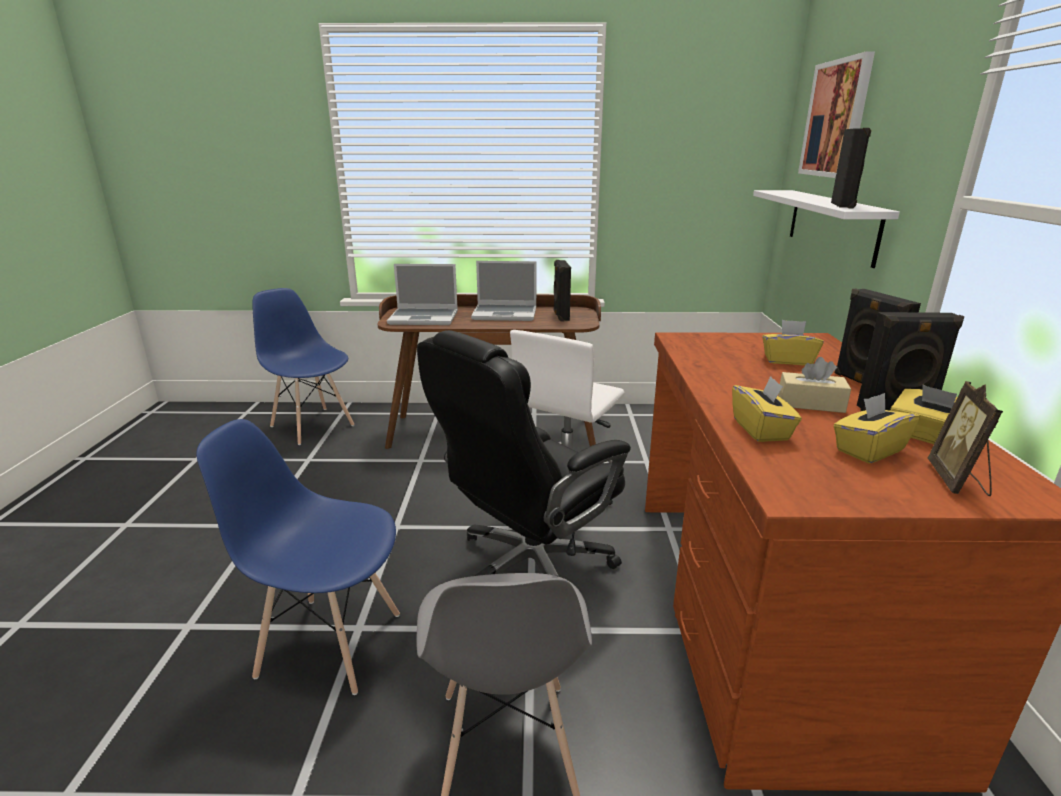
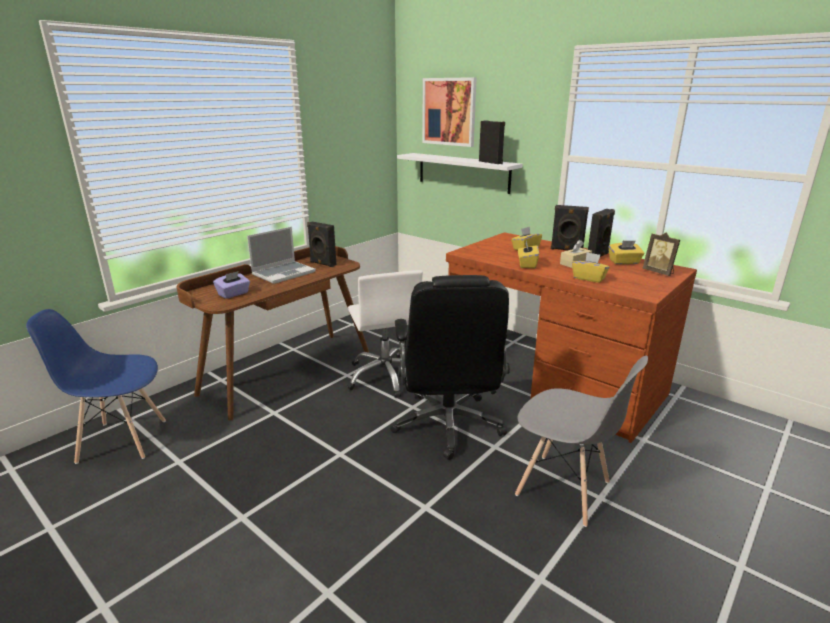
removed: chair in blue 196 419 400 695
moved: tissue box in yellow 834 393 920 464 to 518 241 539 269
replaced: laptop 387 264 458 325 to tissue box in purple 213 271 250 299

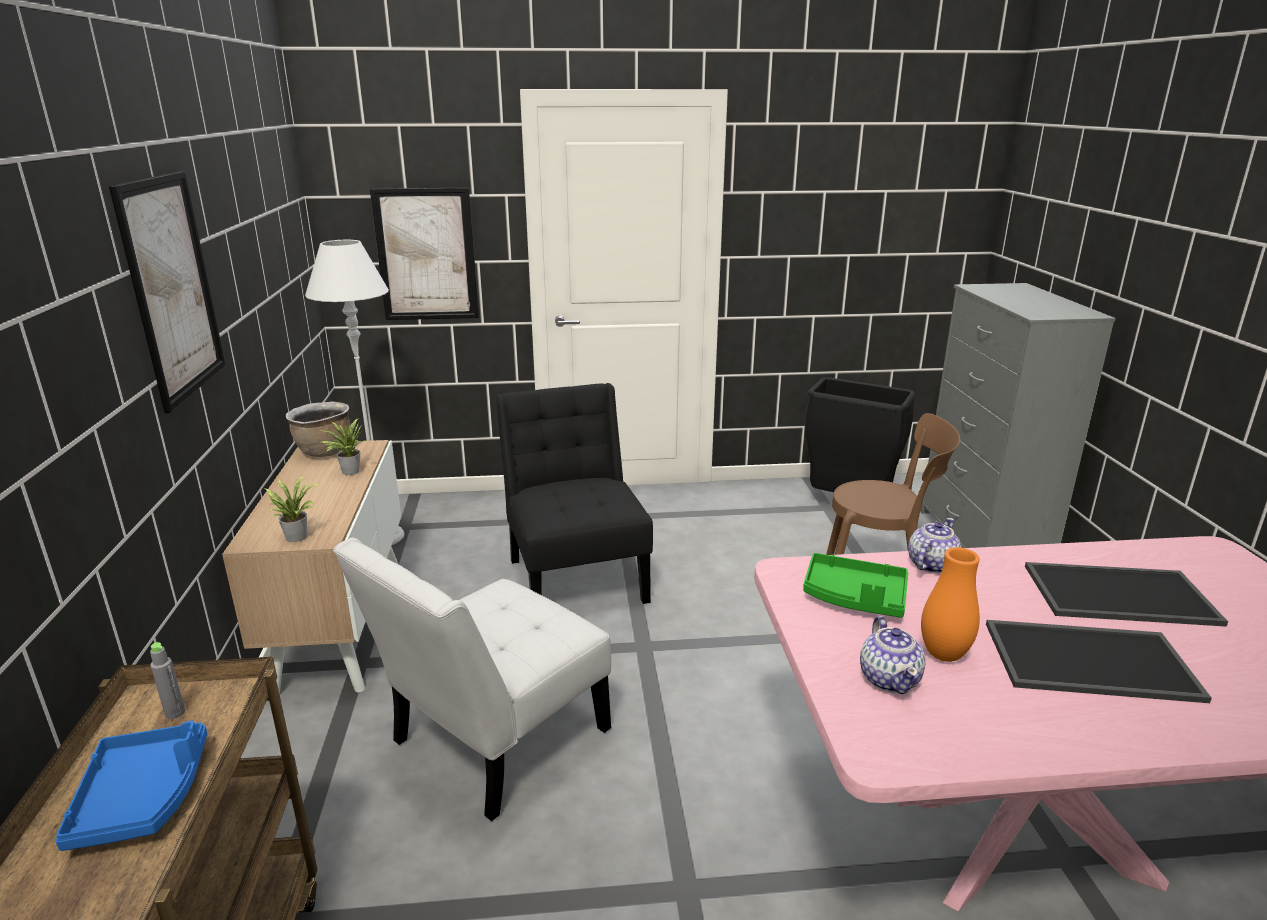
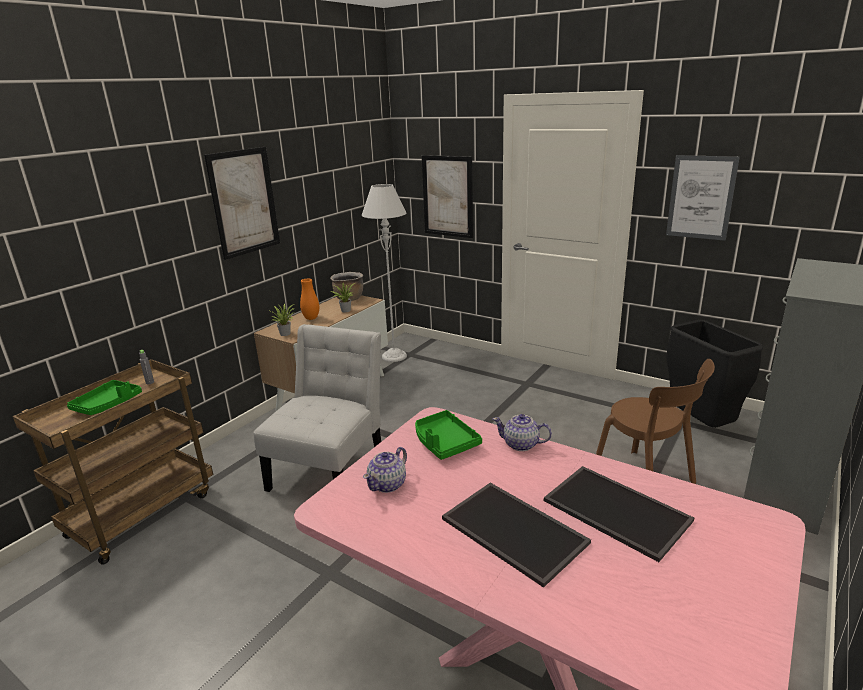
removed: chair in black 496 383 653 604
added: picture 666 155 740 241
moved: vase in orange 921 547 980 662 to 300 279 319 320
recoloured: tray in blue 55 721 207 851 to tray in green 67 380 142 415
turned: chair in white 333 538 611 821 = 253 324 381 492 120 degrees clockwise; teapot 908 518 962 573 = 493 414 552 451 150 degrees counterclockwise

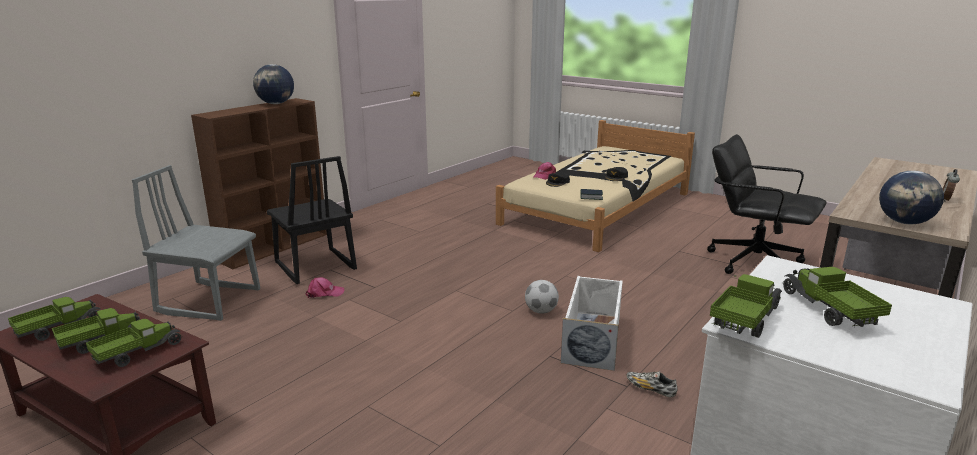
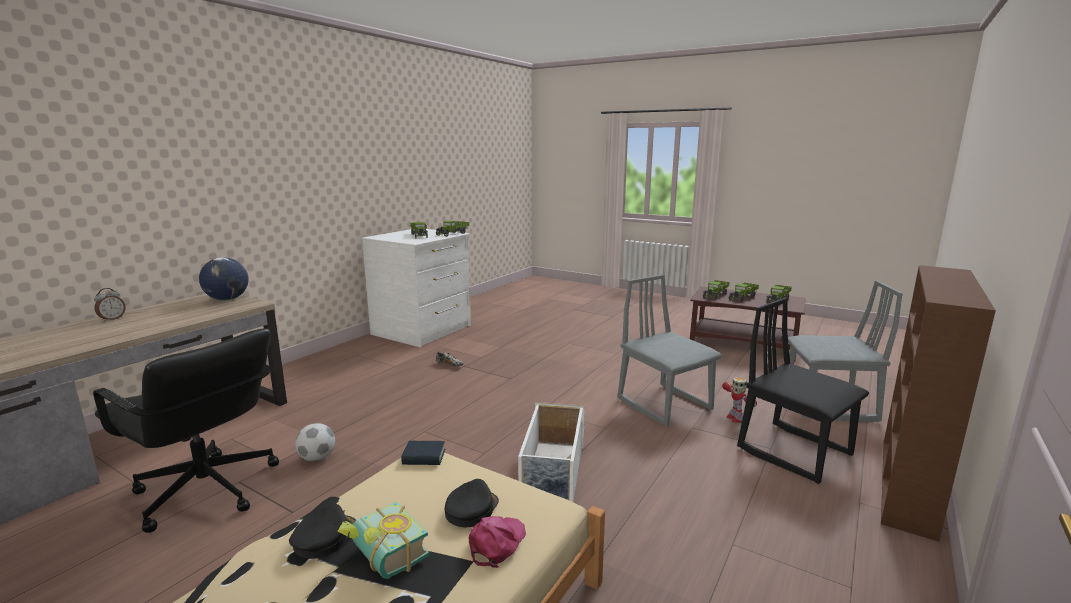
removed: globe 253 64 294 104
added: book 337 502 429 579; chair in grey 617 274 722 427
moved: football 525 280 559 314 to 295 423 335 461; storage box in white 561 276 623 371 to 518 402 585 502
replaced: cap in pink 306 277 345 299 to toy robot 722 377 757 423

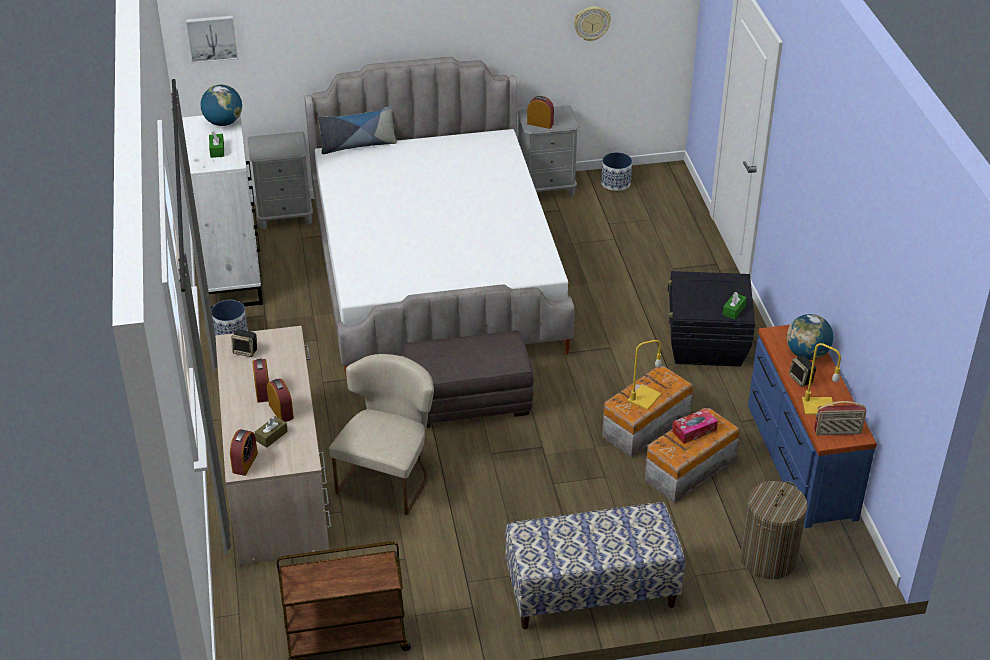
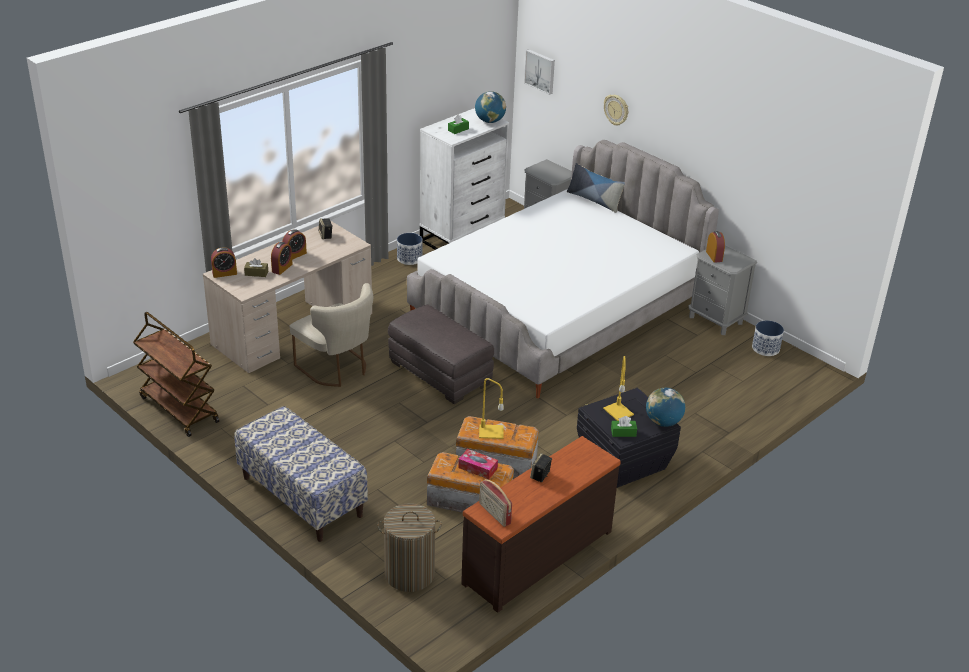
moved: wall clock 574 6 611 42 to 604 95 628 125; globe 787 314 833 360 to 646 388 685 427; table lamp in yellow 802 343 841 415 to 603 356 634 421
recoloured: dresser in blue 748 325 877 528 to dresser in brown 461 436 621 613
turned: chair in beige 329 354 434 515 = 289 283 373 387 60 degrees clockwise

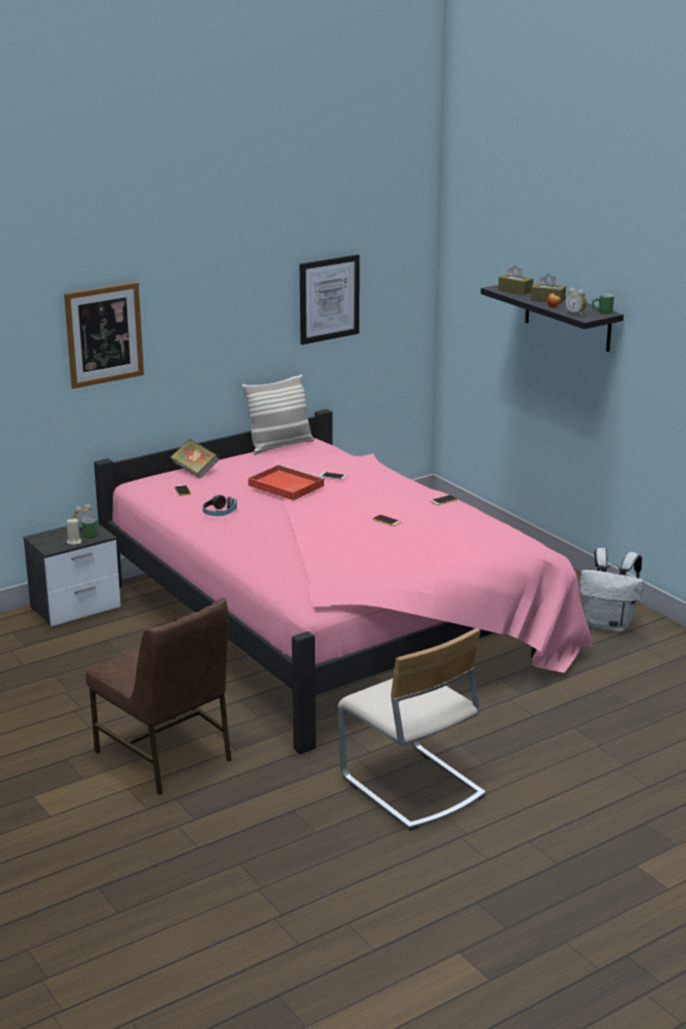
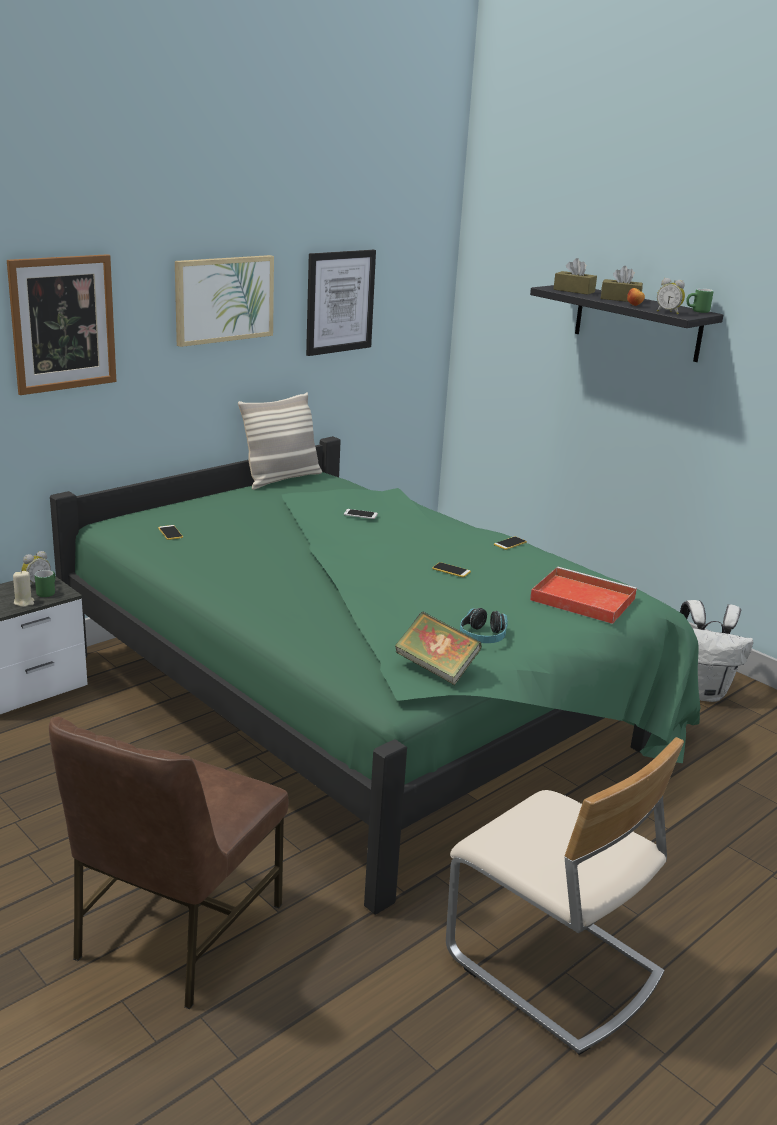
added: picture 175 255 274 347
moved: book 171 439 219 478 to 395 612 482 685; headphones 203 495 237 516 to 460 608 508 643; tray in red 248 464 325 501 to 530 567 637 624
recoloured: bed in pink 94 409 593 754 to bed in green 50 436 700 915
turned: chair in brown 85 598 232 795 = 49 717 288 1009 75 degrees clockwise

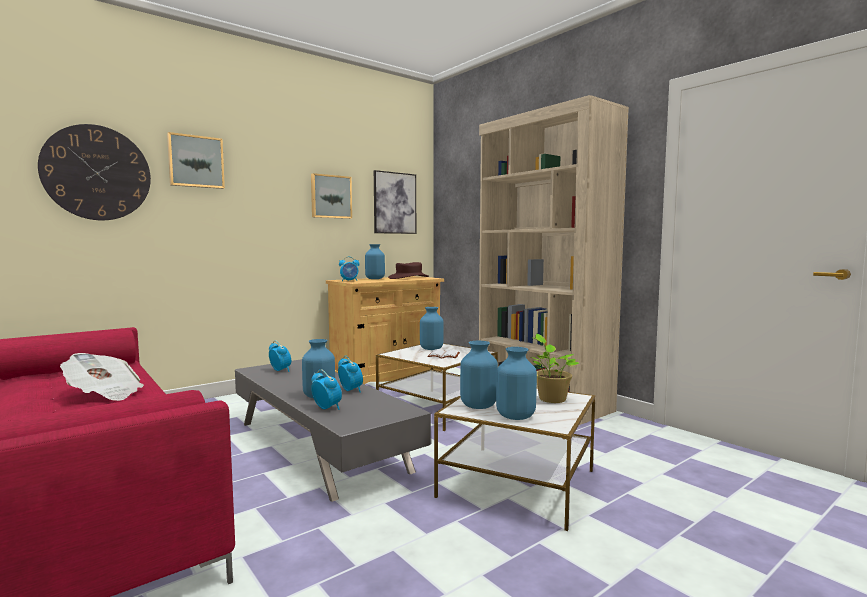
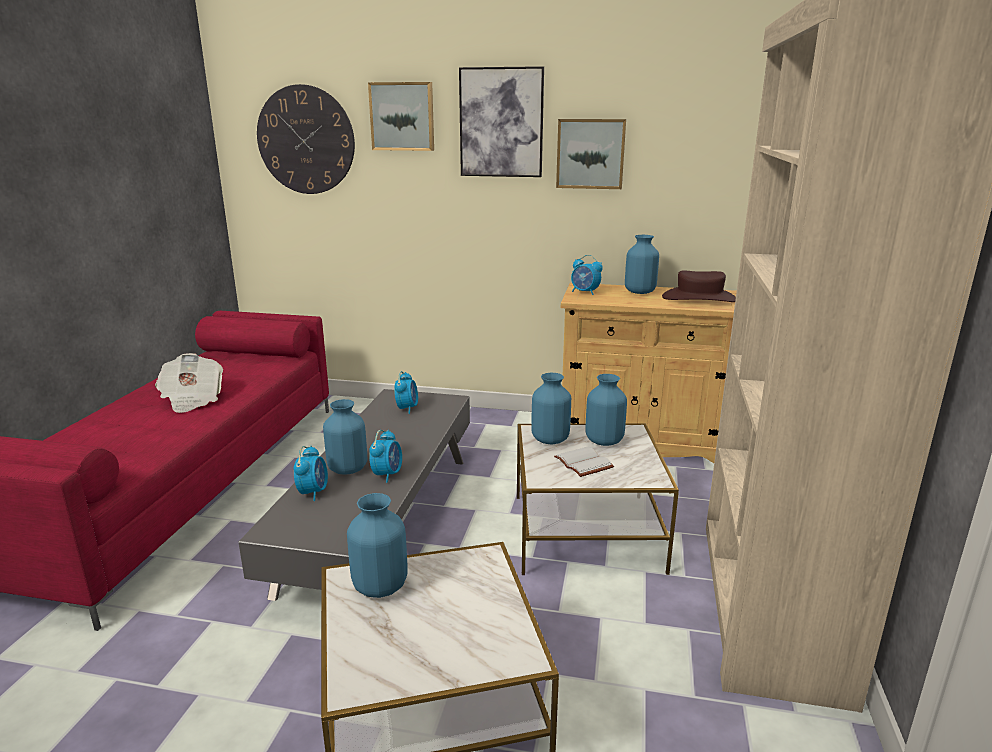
removed: potted plant 531 333 580 403
moved: picture 374 170 416 234 to 459 66 544 177; vase in blue 496 347 537 420 to 531 373 571 444

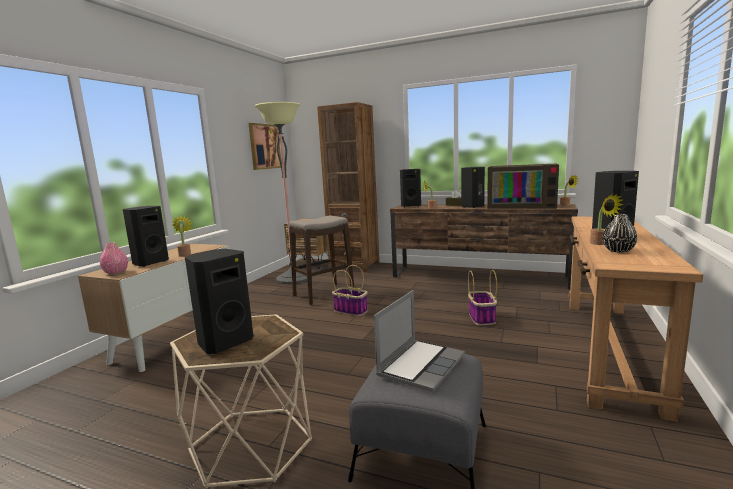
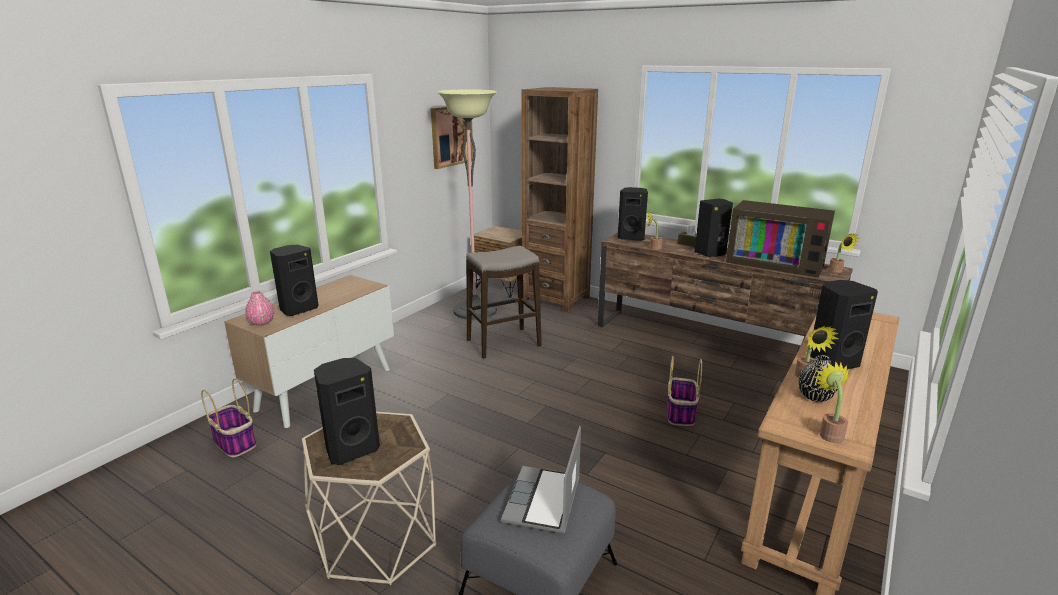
moved: potted plant 172 216 192 257 to 813 361 849 443; basket 332 265 368 316 to 201 379 256 457
turned: laptop 374 290 465 392 = 501 426 581 534 150 degrees clockwise

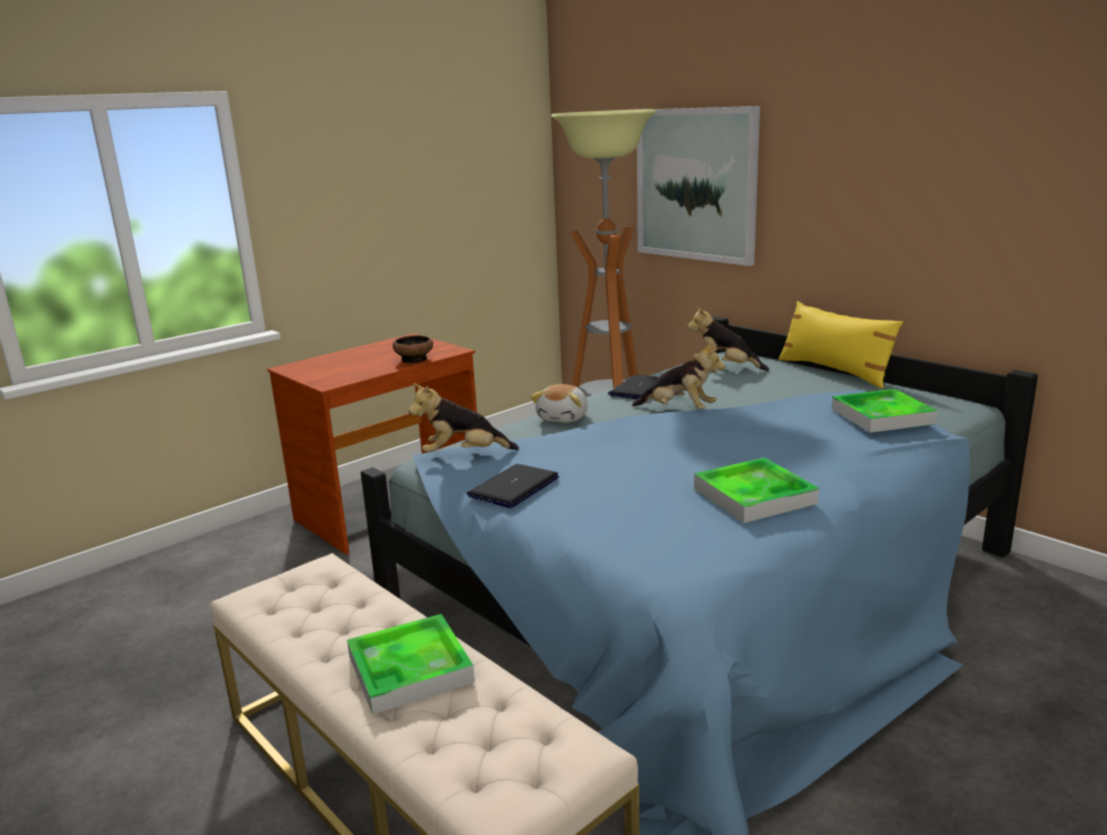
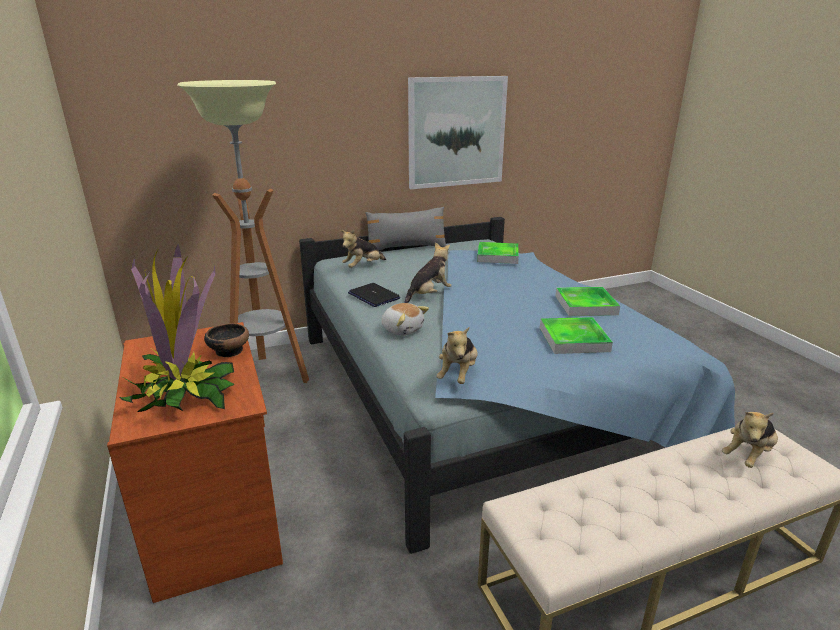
removed: laptop 467 464 559 508
added: potted plant 120 244 234 412; plush toy 722 412 778 468
moved: tray 347 614 475 714 to 540 317 613 354; picture 637 106 760 266 to 408 76 508 189
recoloured: pillow in yellow 778 301 903 389 to pillow in grey 365 207 447 250

